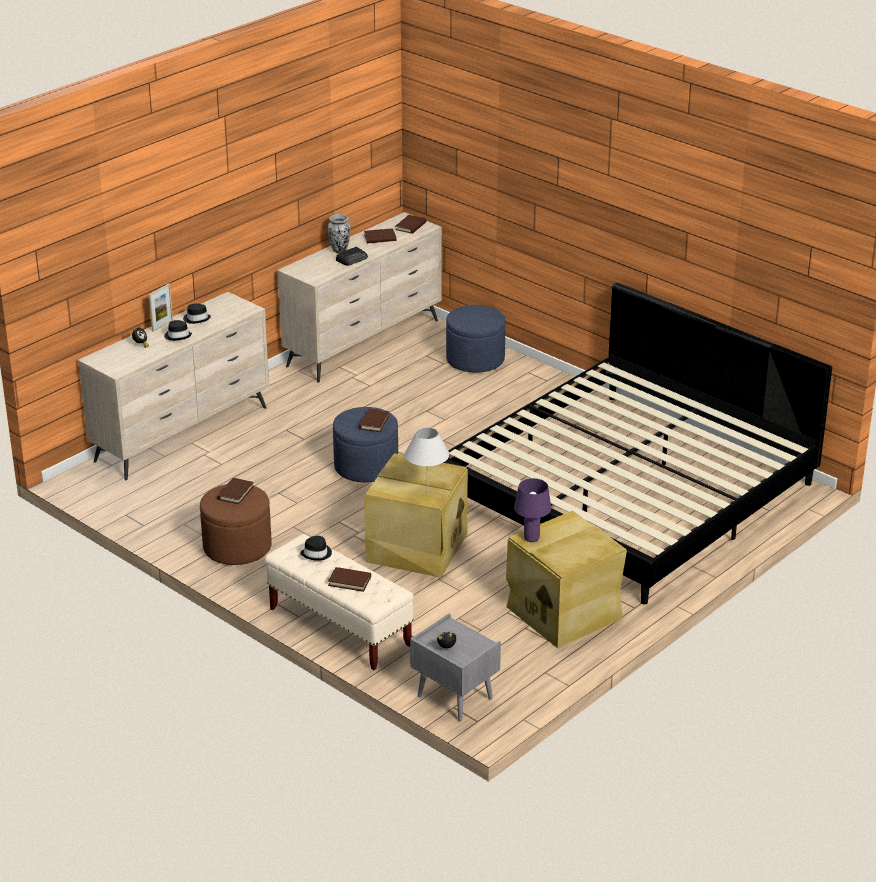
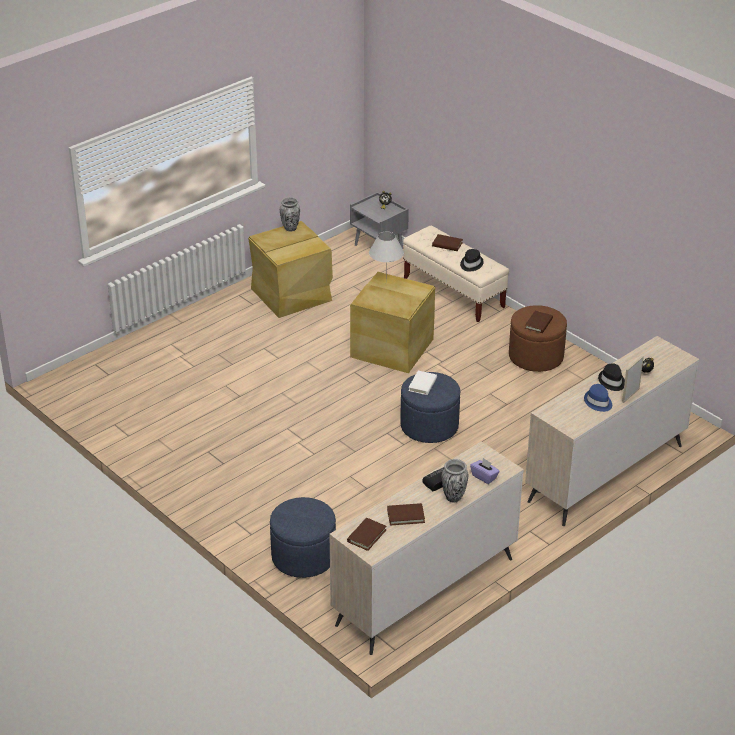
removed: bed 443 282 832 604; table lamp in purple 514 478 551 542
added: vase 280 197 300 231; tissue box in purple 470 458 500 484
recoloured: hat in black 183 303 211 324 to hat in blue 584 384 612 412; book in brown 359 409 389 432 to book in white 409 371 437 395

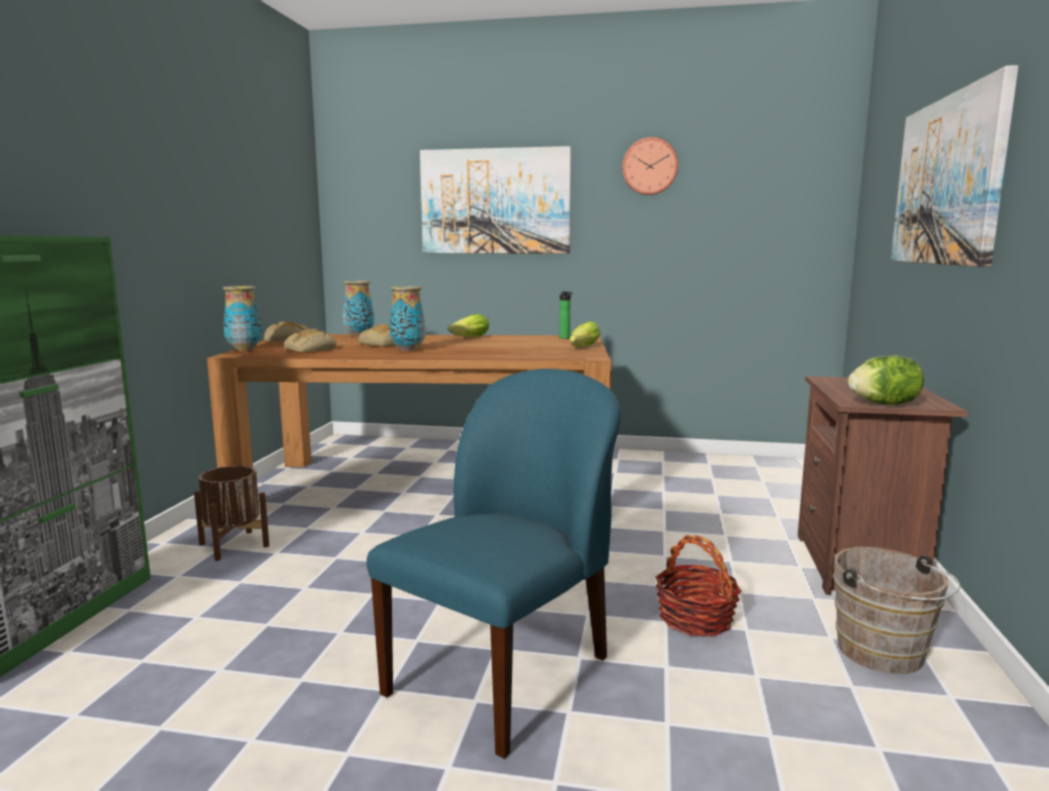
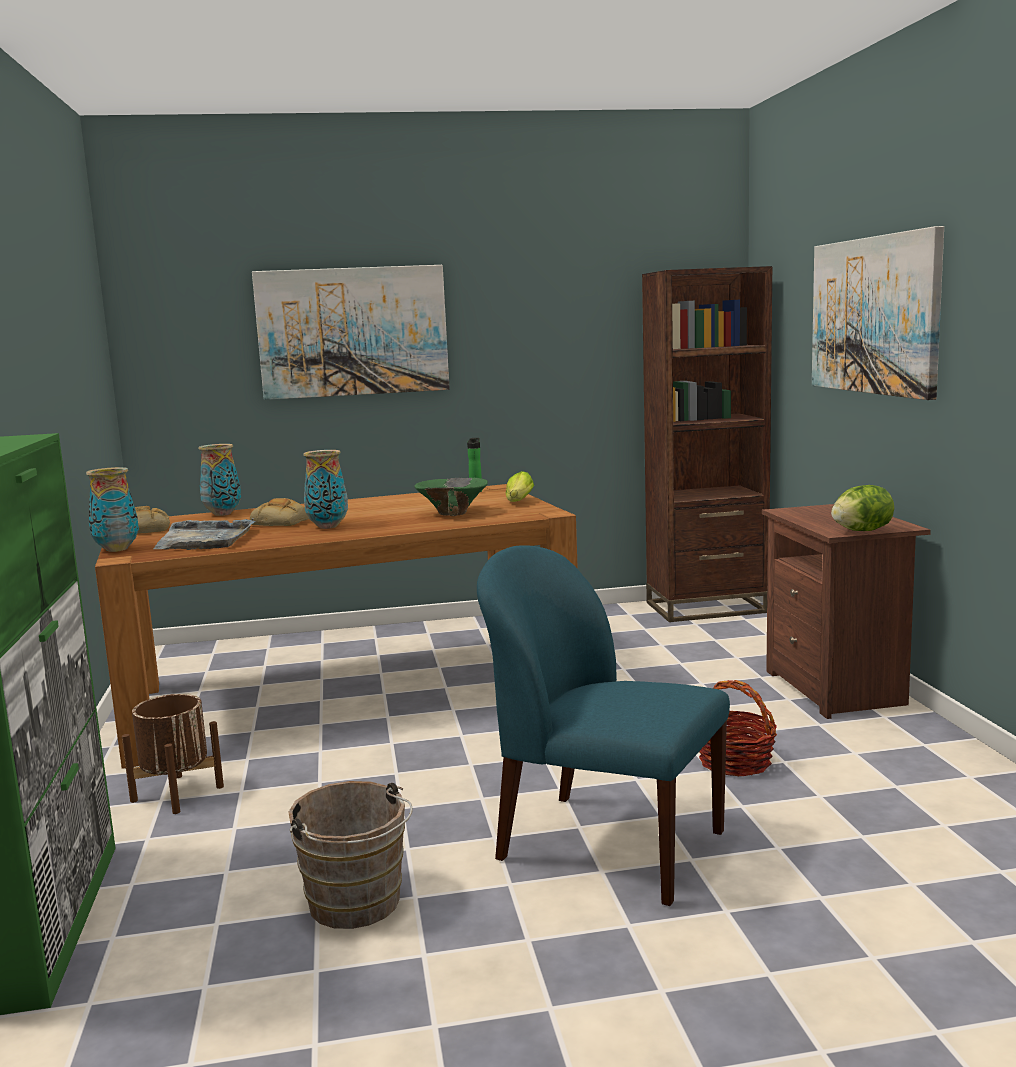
removed: lettuce 449 314 489 337; wall clock 622 137 678 195
added: bowl in green 415 478 488 516; bookcase in brown 642 266 772 622
moved: bucket in brown 833 547 961 674 to 288 781 413 929
replaced: bread 284 329 337 352 to tray in grey 153 518 255 550
turned: chair in blue 366 369 621 759 = 477 545 730 906 75 degrees counterclockwise

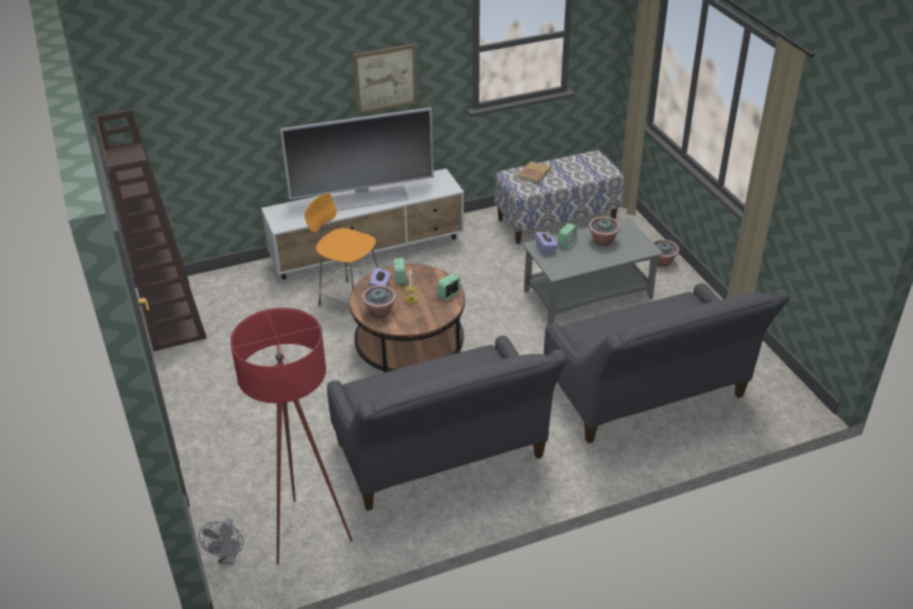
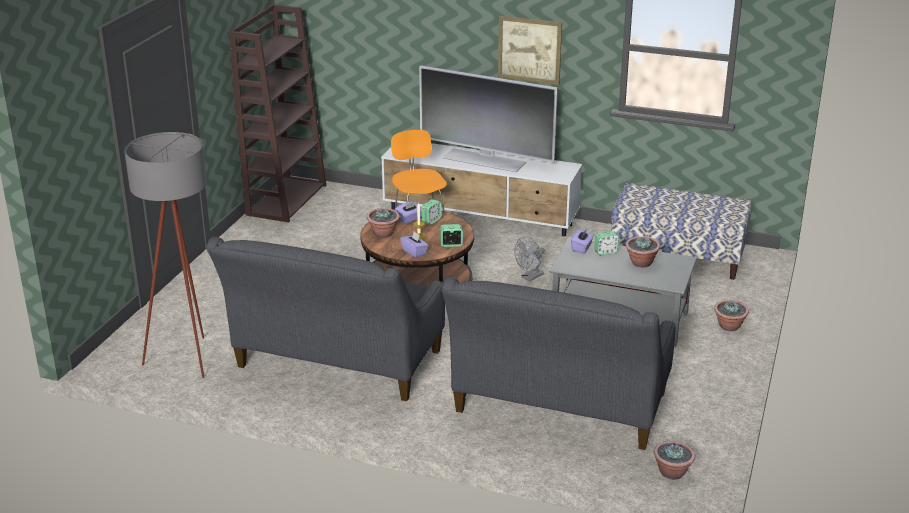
removed: book 518 161 551 184
added: tissue box in purple 400 232 429 258; potted plant 654 441 695 480
moved: fan in grey 198 518 244 564 to 514 237 545 281
recoloured: floor lamp in red 230 308 353 564 to floor lamp in grey 124 132 207 378

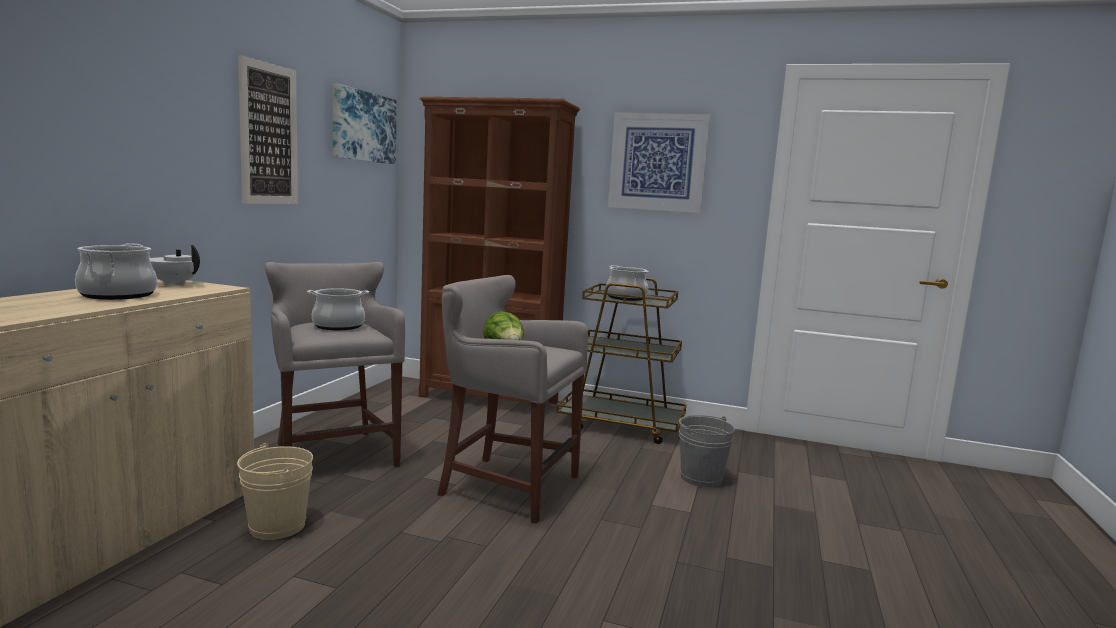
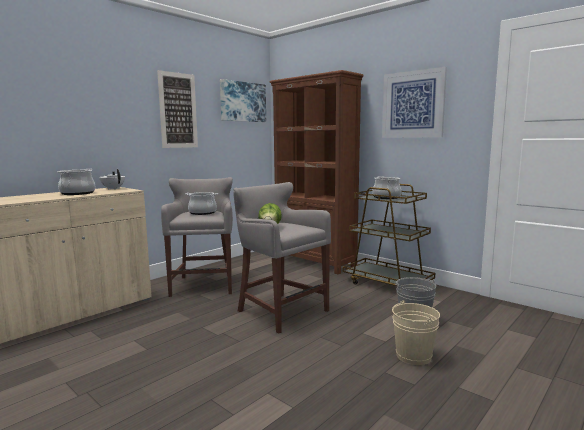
moved: bucket in beige 237 443 313 540 to 392 300 440 365

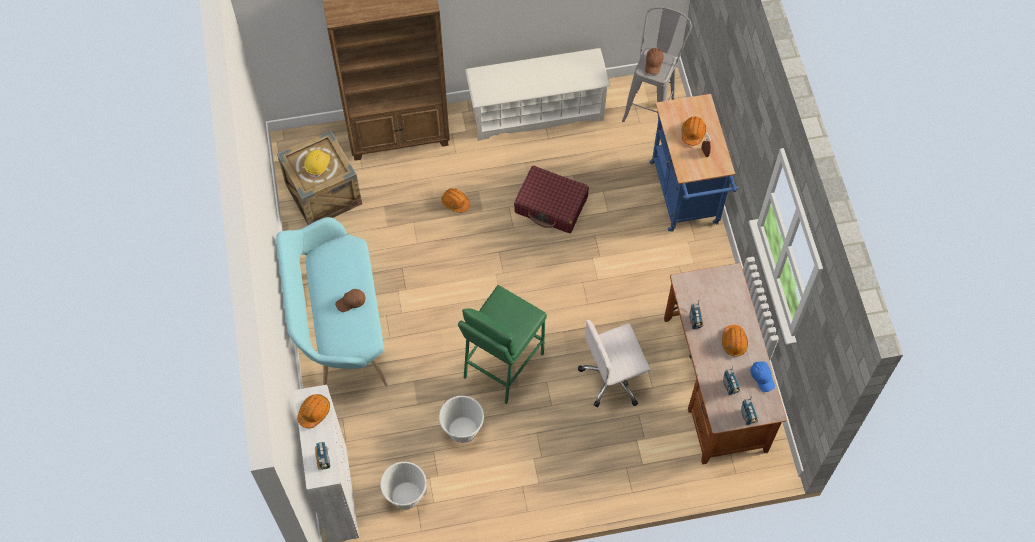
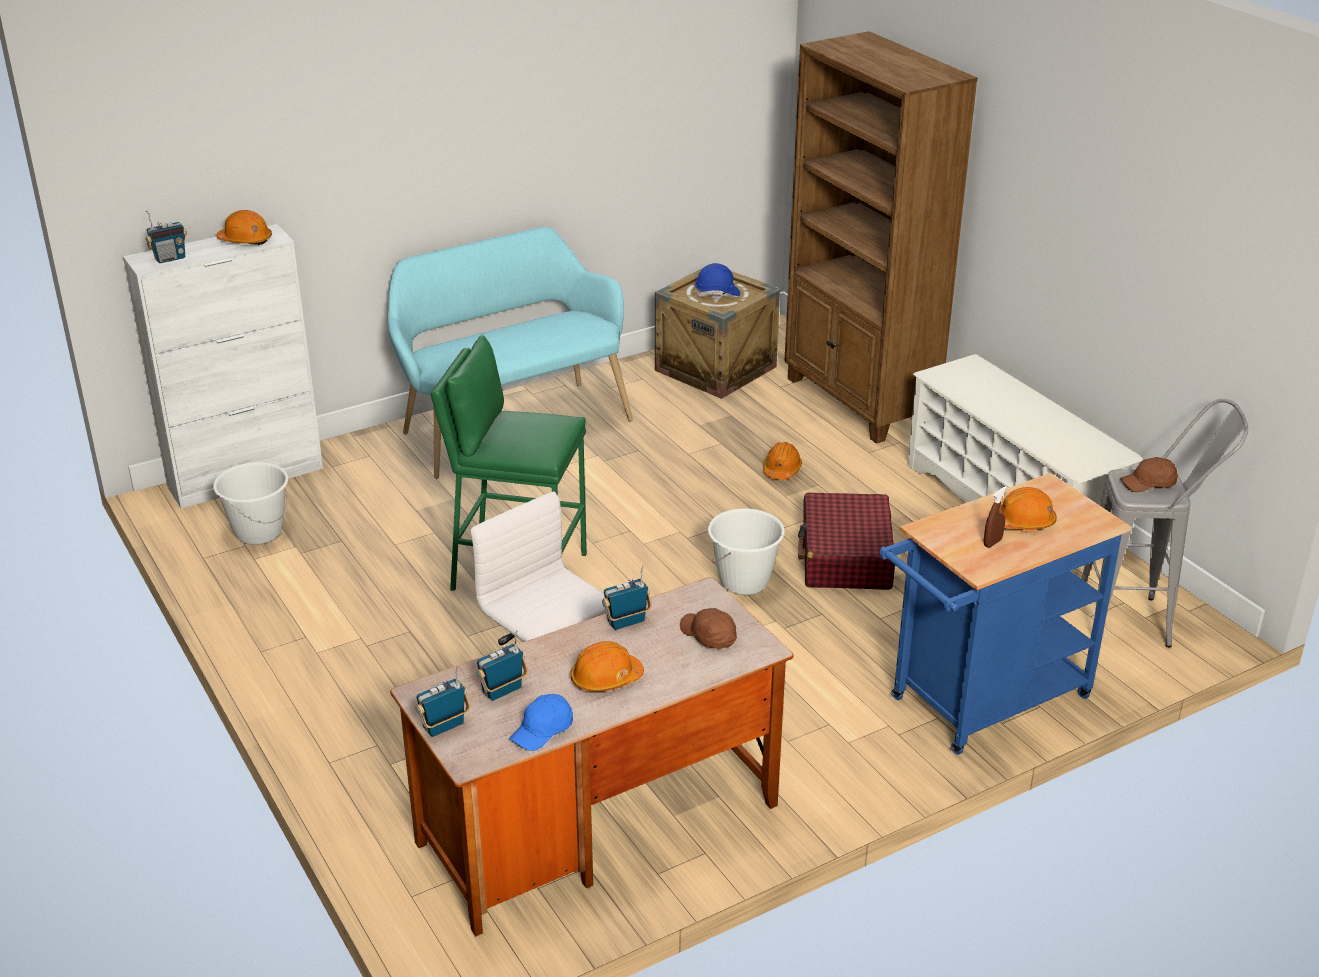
moved: cap in brown 335 289 365 312 to 680 608 737 649; bucket in white 439 396 484 443 to 708 509 785 595
recoloured: hard hat in yellow 304 150 330 179 to hard hat in blue 694 263 740 296

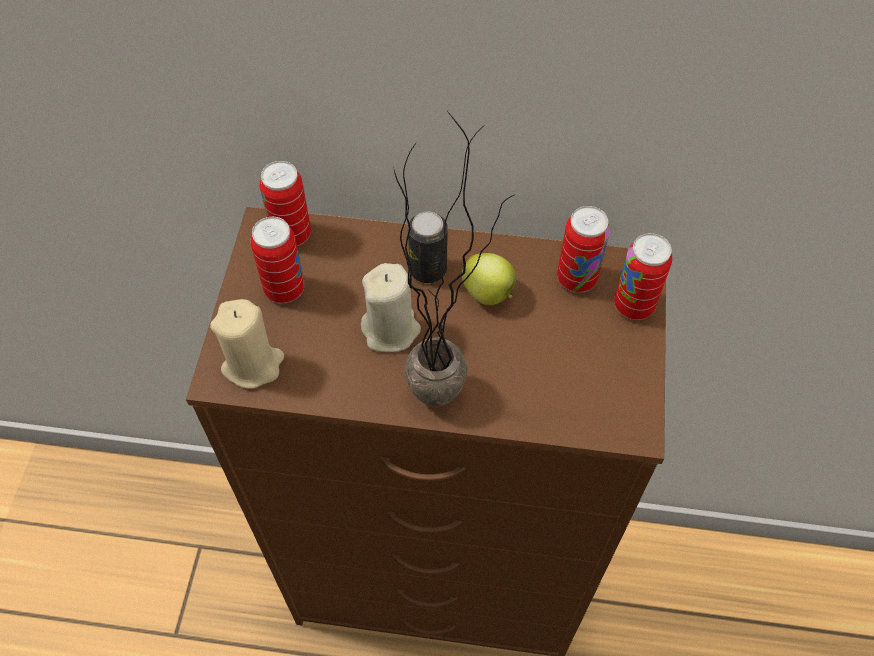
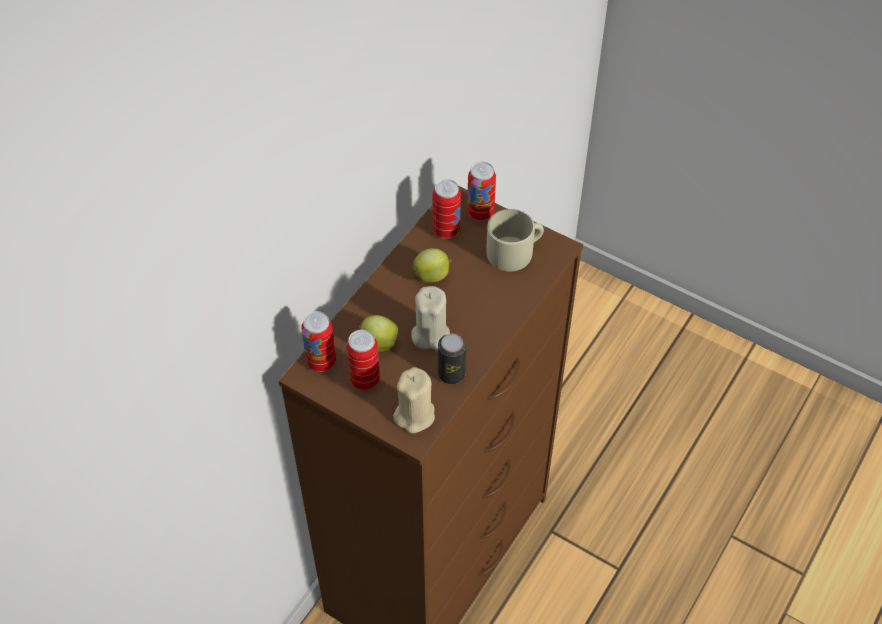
removed: potted plant 394 112 516 406
added: apple 358 315 398 352; mug in beige 486 209 544 271
moved: can 408 212 448 283 to 438 334 466 384

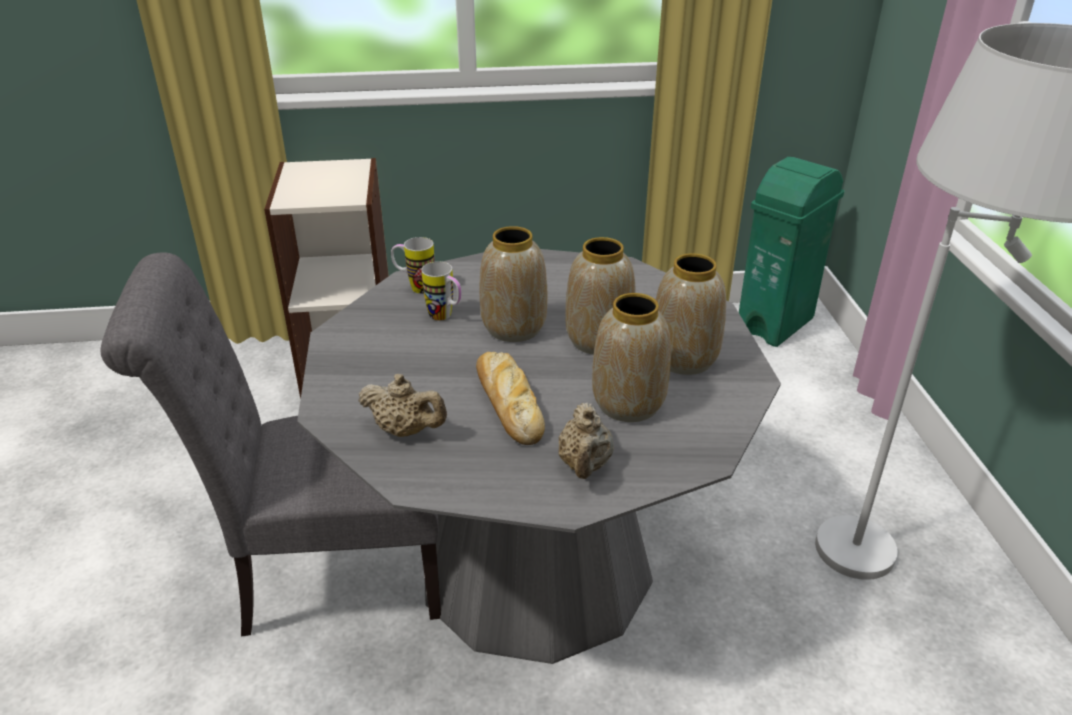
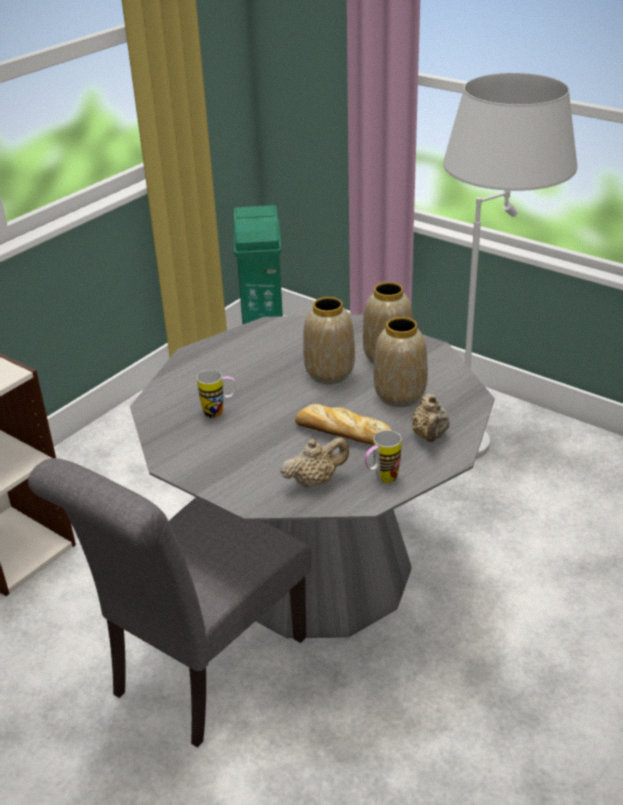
removed: vase 480 226 547 342
moved: mug 391 237 434 294 to 365 430 401 483
turned: teapot in beige 558 402 614 479 = 411 393 450 443 45 degrees clockwise

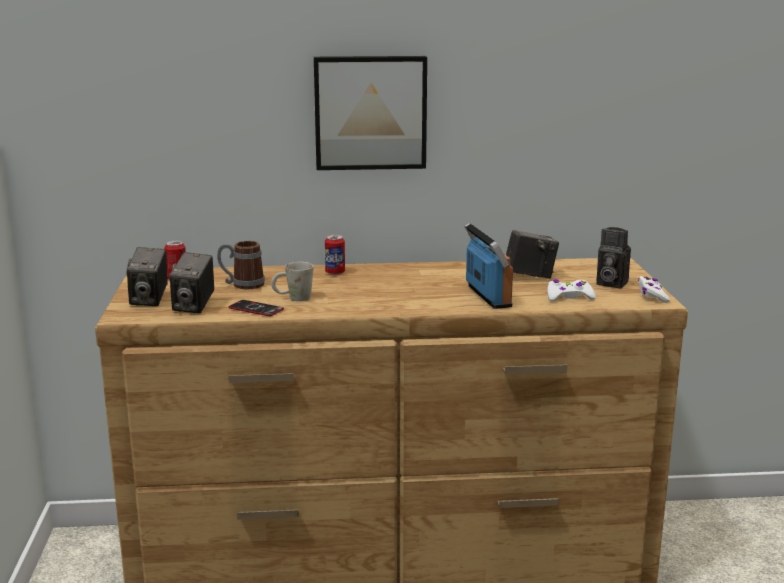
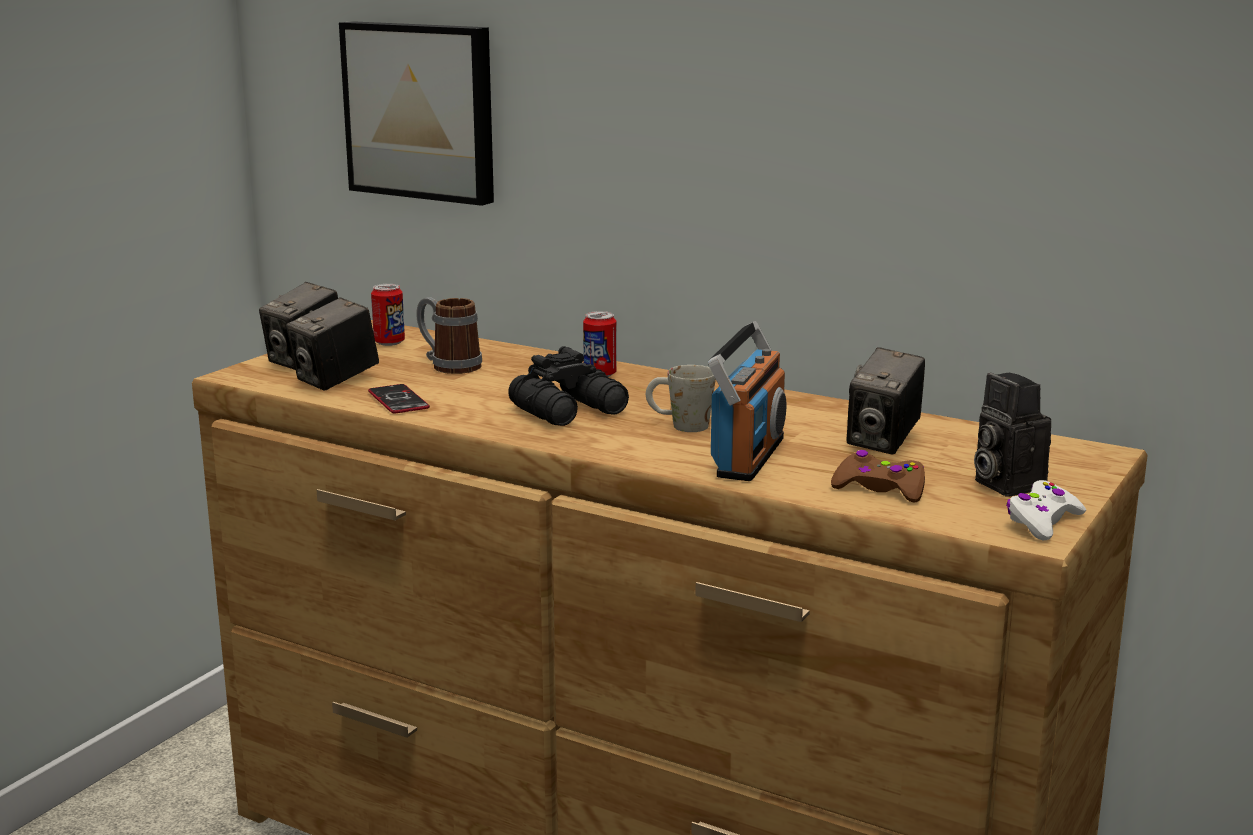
added: binoculars in black 508 346 629 426
moved: mug in white 271 262 314 301 to 646 365 716 432; picture 314 56 427 170 to 339 21 494 206
recoloured: game controller in white 547 279 596 302 to game controller in brown 831 450 925 502
turned: photo camera 506 230 559 279 = 847 347 925 455 90 degrees clockwise

